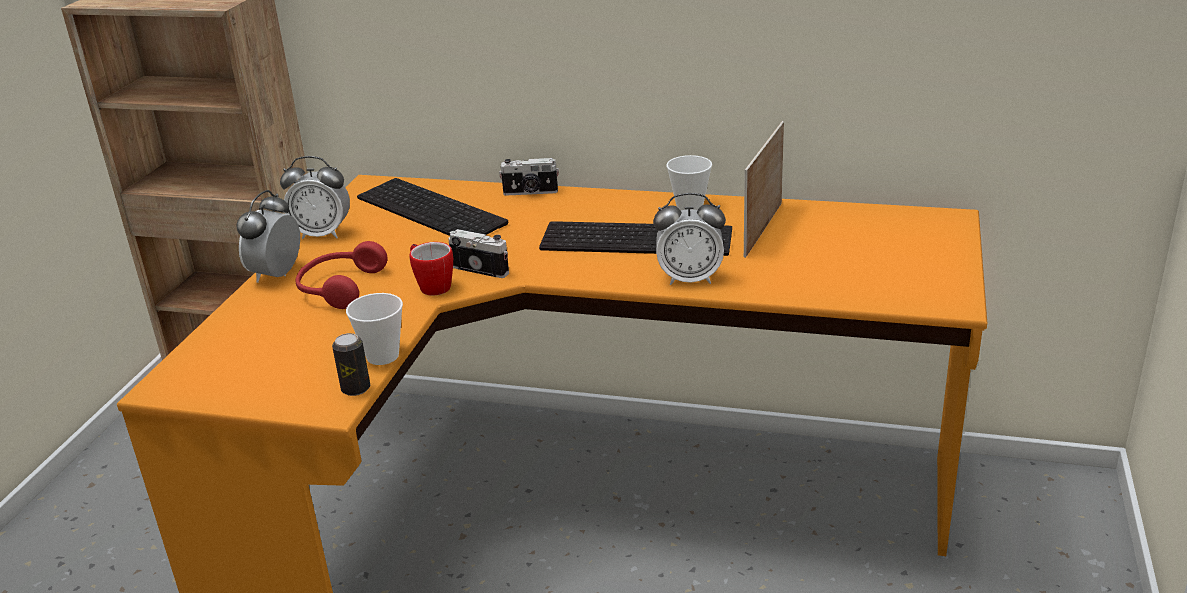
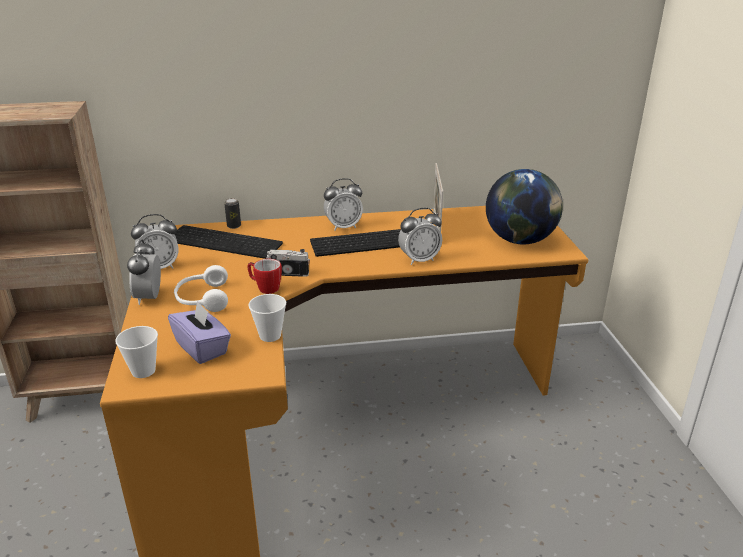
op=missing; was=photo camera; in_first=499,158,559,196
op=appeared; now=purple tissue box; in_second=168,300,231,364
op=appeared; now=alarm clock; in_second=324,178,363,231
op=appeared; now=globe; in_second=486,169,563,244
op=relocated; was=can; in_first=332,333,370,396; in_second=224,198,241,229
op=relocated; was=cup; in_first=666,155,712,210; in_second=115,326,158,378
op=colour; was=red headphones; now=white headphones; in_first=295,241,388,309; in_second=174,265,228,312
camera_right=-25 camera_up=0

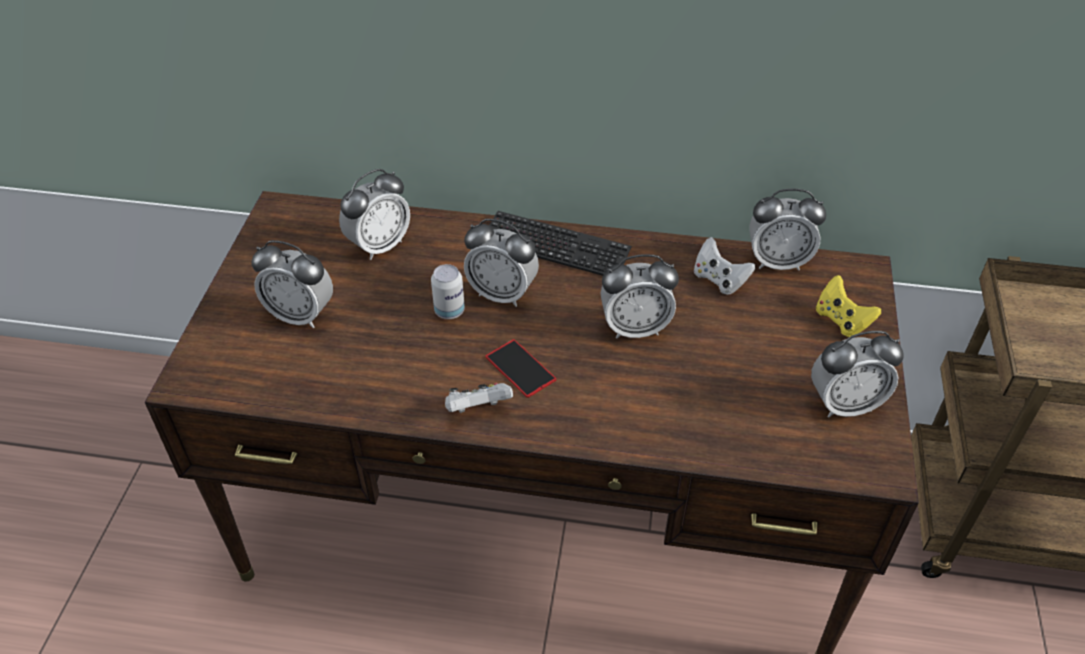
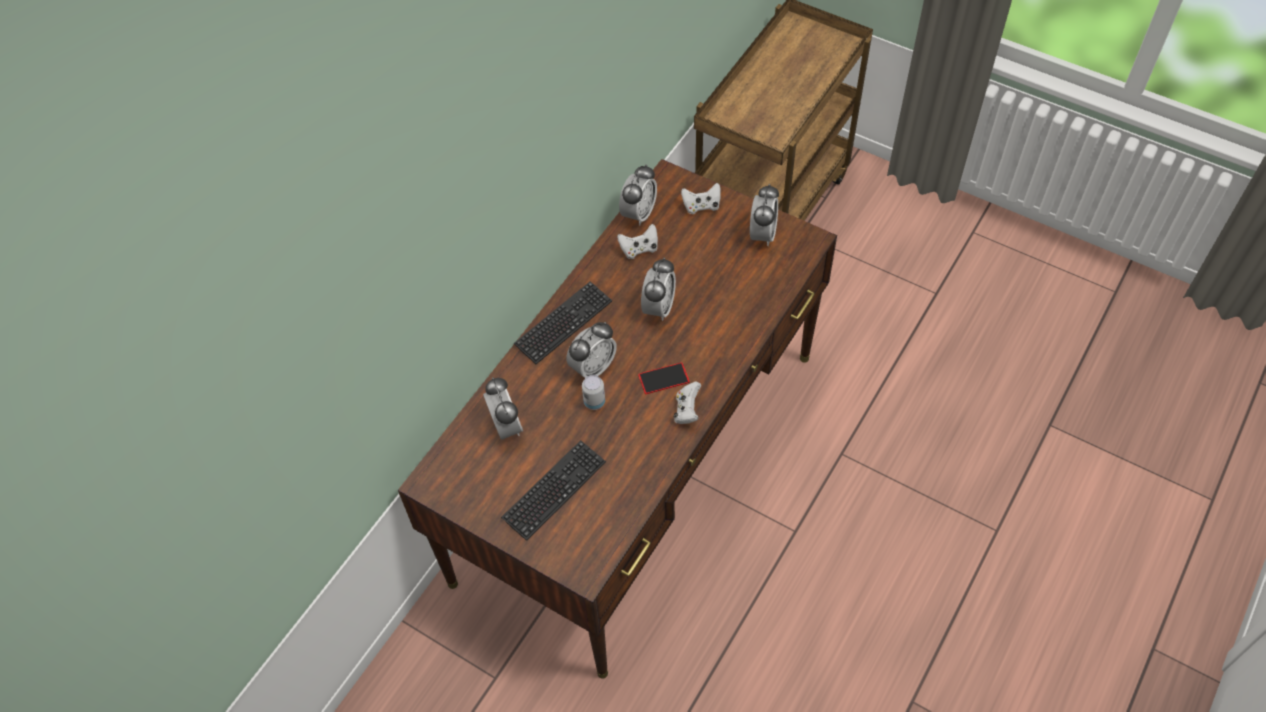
op=exchanged; was=alarm clock; now=keyboard; in_first=251,240,333,328; in_second=501,440,606,541
op=colour; was=yellow game controller; now=white game controller; in_first=816,275,881,337; in_second=681,183,721,214
camera_right=-65 camera_up=10

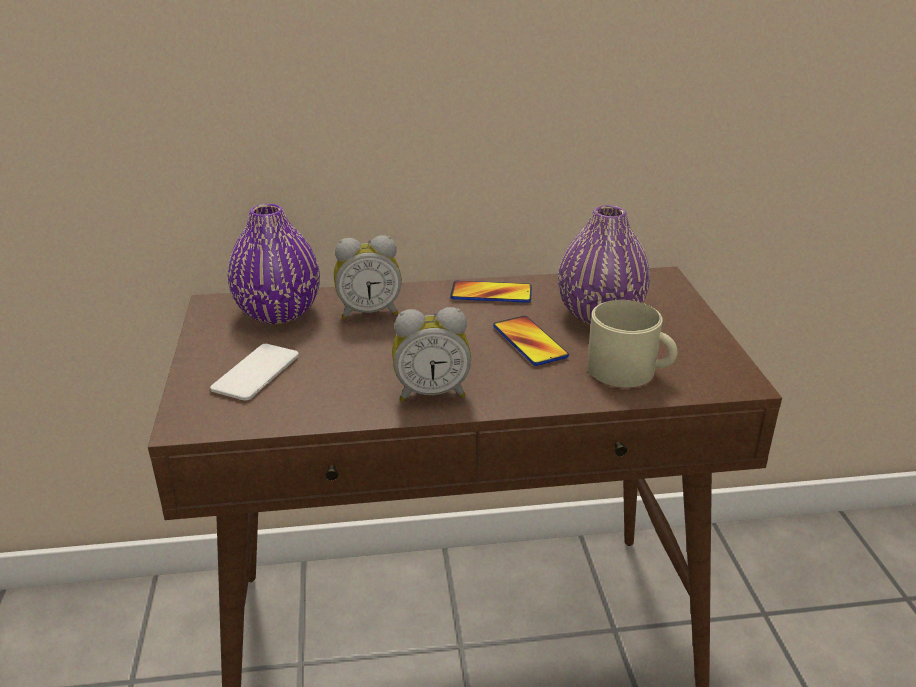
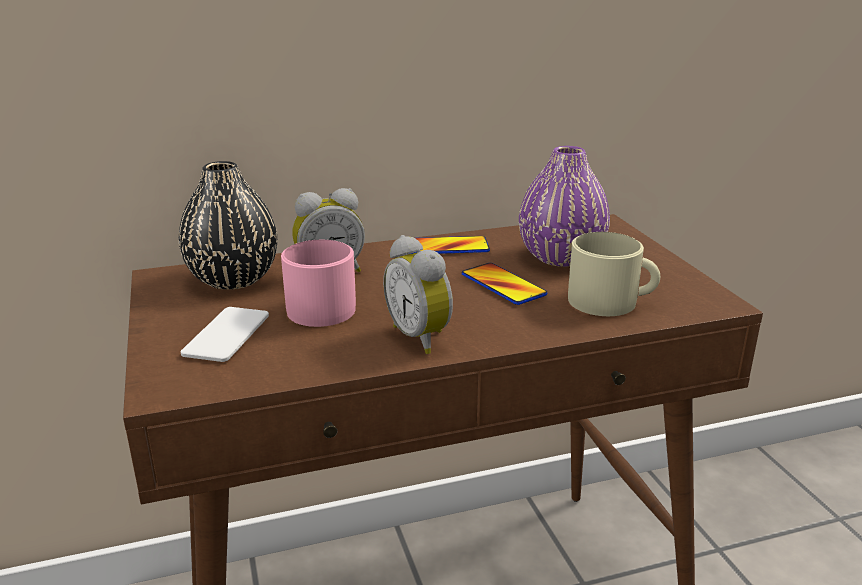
op=appeared; now=pink mug; in_second=281,240,356,327
op=colour; was=purple vase; now=black vase; in_first=228,204,320,324; in_second=179,161,277,290
op=spun; was=alarm clock; in_first=392,307,471,402; in_second=383,235,453,354; clockwise=75
camera_right=-10 camera_up=-5

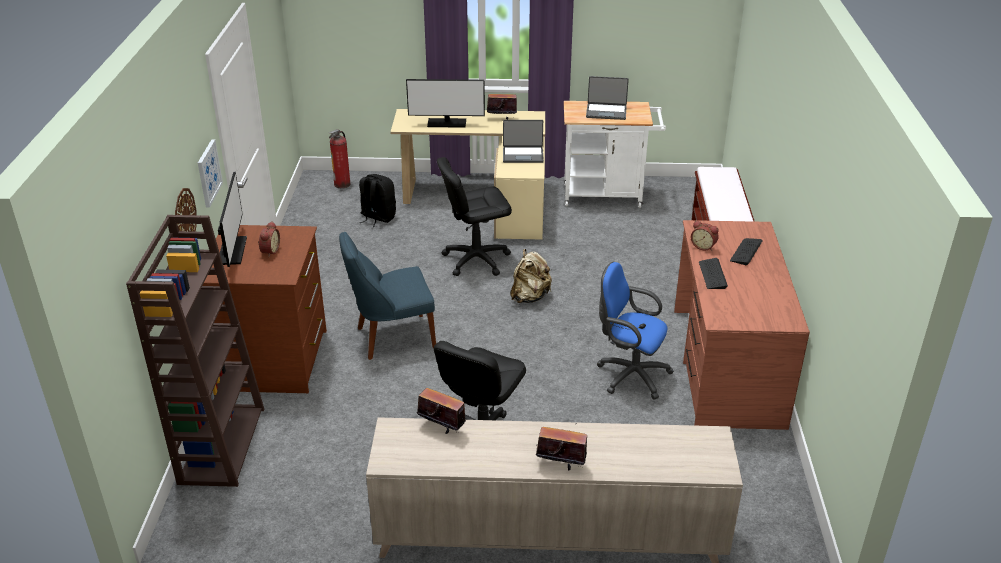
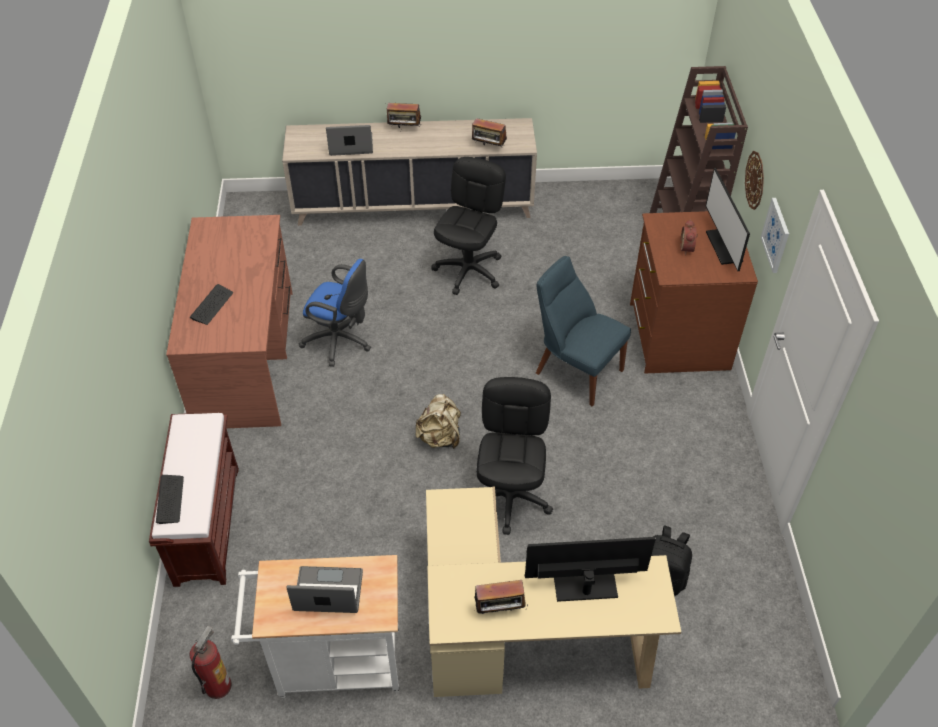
op=missing; was=alarm clock; in_first=691,221,719,251
op=relocated; was=fire extinguisher; in_first=329,129,351,188; in_second=190,626,232,699
op=relocated; was=laptop; in_first=503,120,544,163; in_second=326,125,373,156
op=relocated; was=keyboard; in_first=699,258,728,289; in_second=156,475,184,524
op=spun; was=blue chair; in_first=339,232,436,360; in_second=536,256,631,407; clockwise=-120
op=spun; was=black office chair; in_first=437,157,512,276; in_second=476,377,553,535; clockwise=-60
camera_right=175 camera_up=15

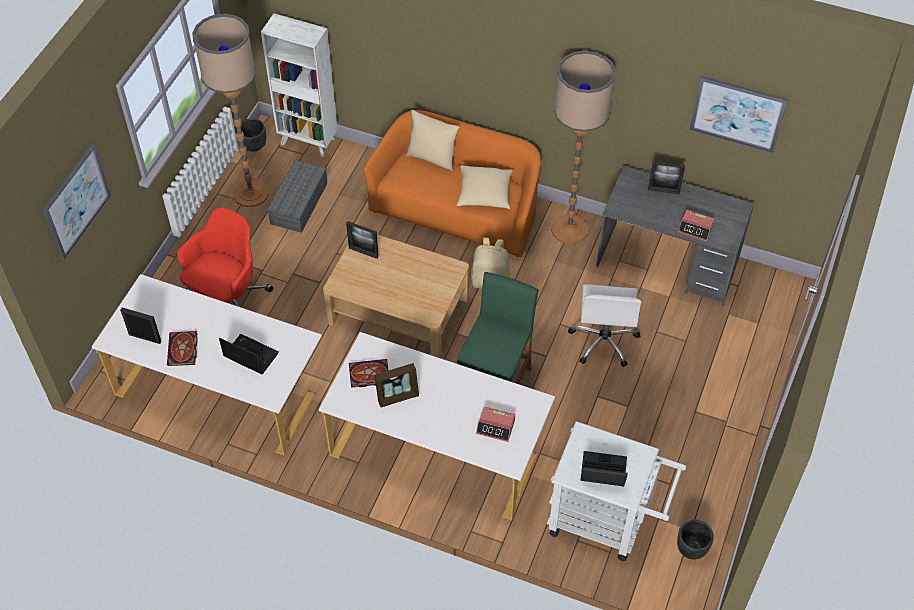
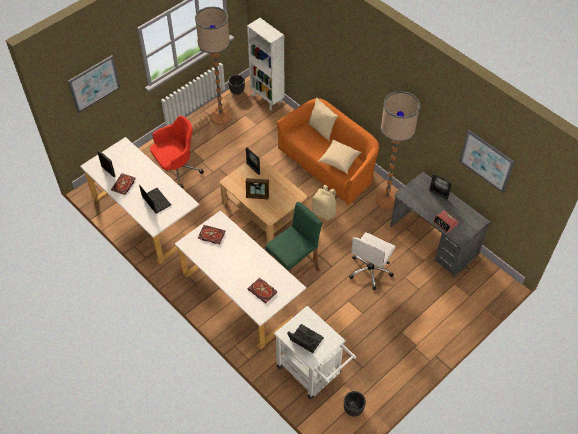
op=missing; was=grey storage box; in_first=267,160,327,233
op=relocated; was=picture frame; in_first=374,363,419,407; in_second=246,178,269,199
op=exchanged; was=alarm clock; now=book; in_first=476,407,515,442; in_second=248,278,277,304
camera_right=25 camera_up=0

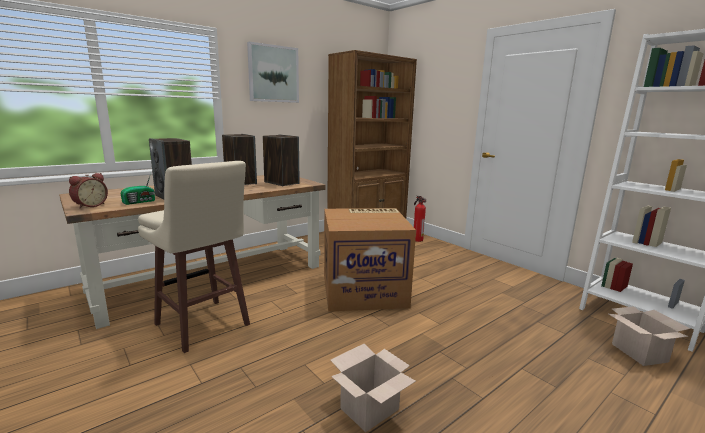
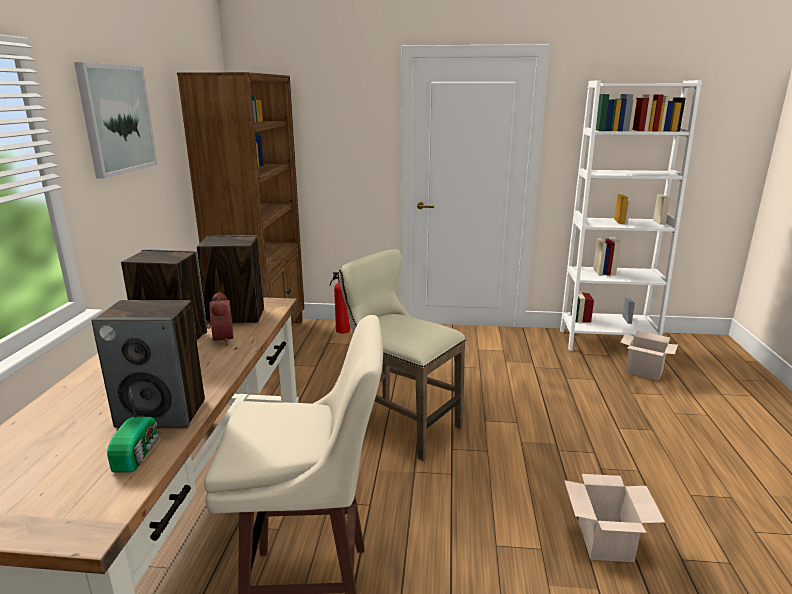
op=relocated; was=alarm clock; in_first=69,173,108,209; in_second=205,292,234,344
op=exchanged; was=cardboard box; now=beige stool; in_first=324,208,416,312; in_second=339,249,466,461
camera_right=-45 camera_up=5

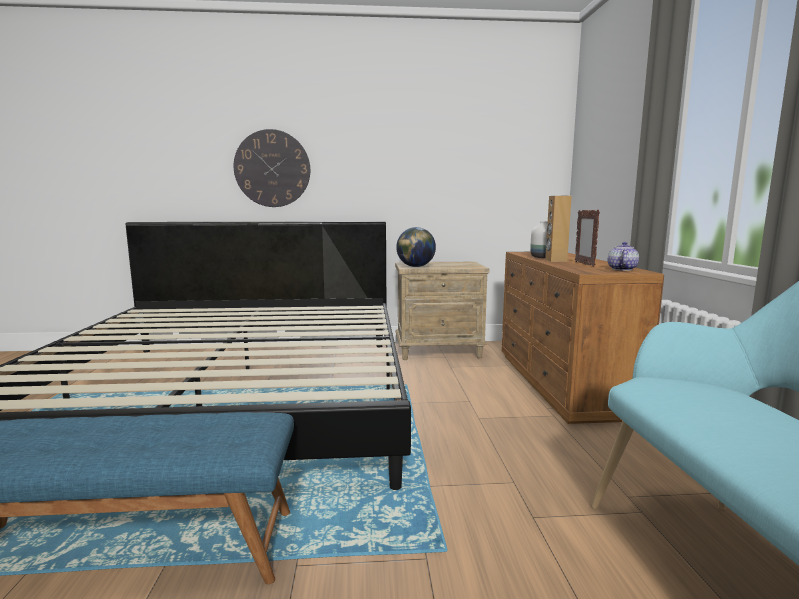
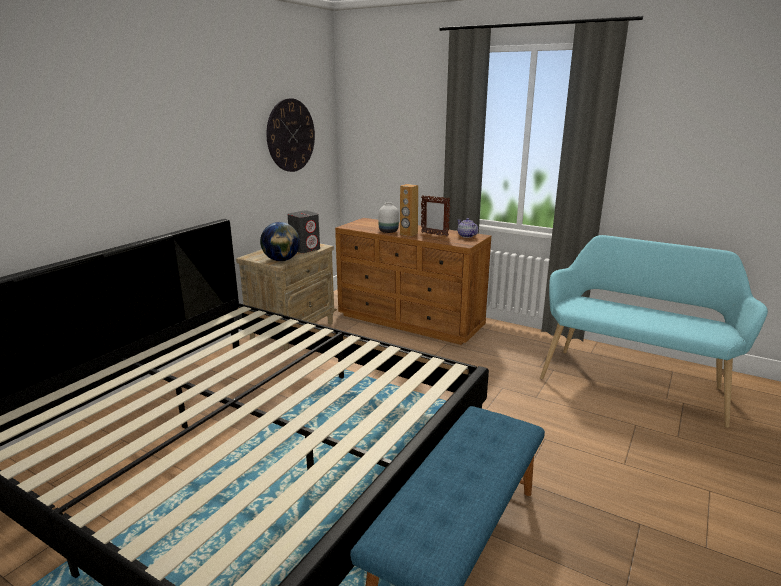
op=appeared; now=grey speaker; in_second=288,211,320,253
op=relocated; was=wall clock; in_first=234,129,310,207; in_second=266,98,315,172
camera_right=-55 camera_up=10

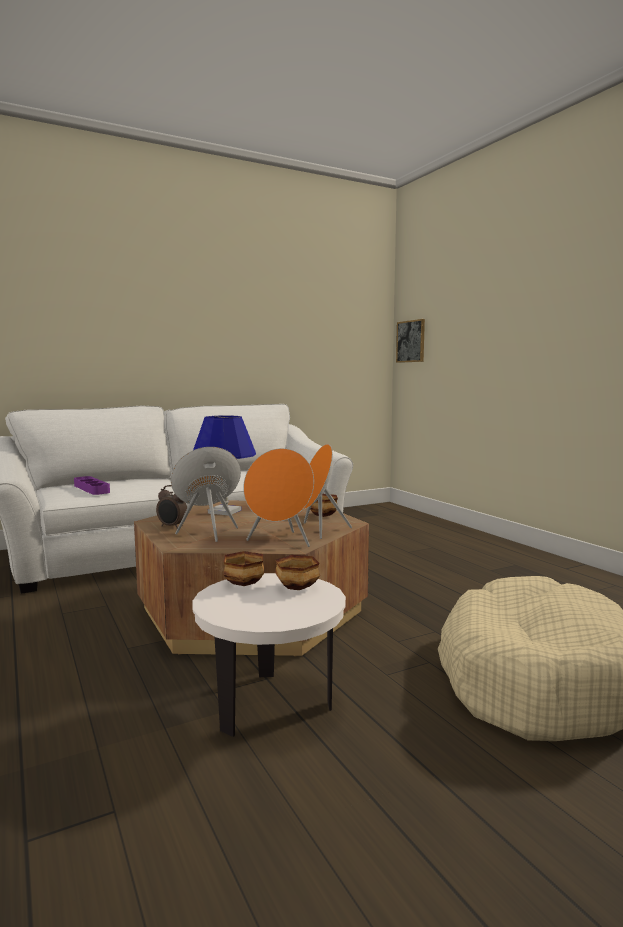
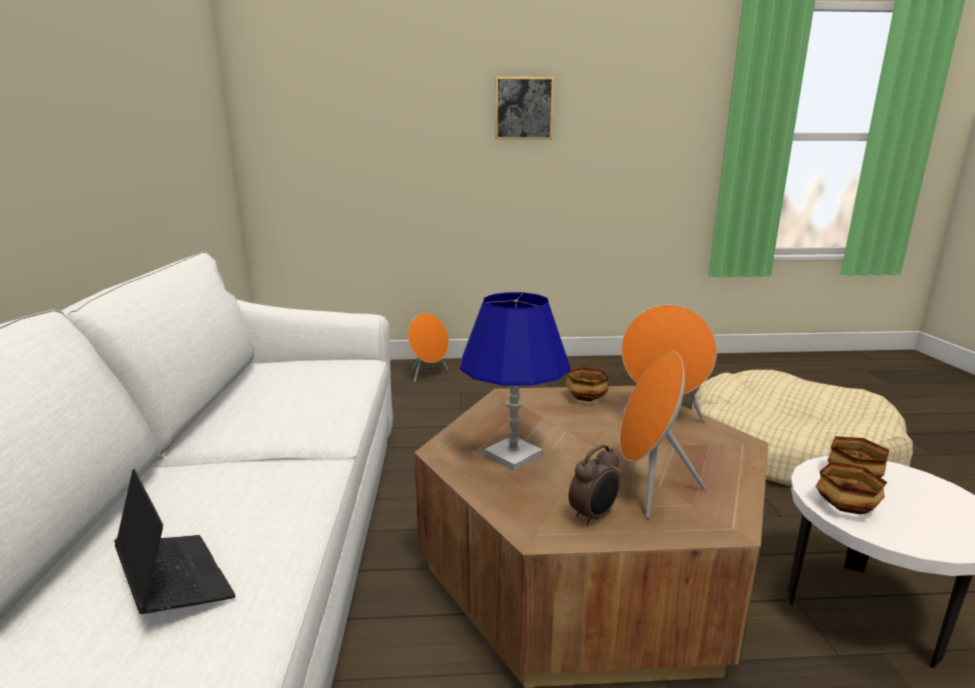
op=relocated; was=orange speaker; in_first=243,448,314,547; in_second=408,313,449,382
op=relocated; was=picture; in_first=396,319,425,363; in_second=495,77,554,139
op=exchanged; was=purple tray; now=laptop; in_first=74,476,110,495; in_second=114,469,235,614
camera_right=-65 camera_up=10

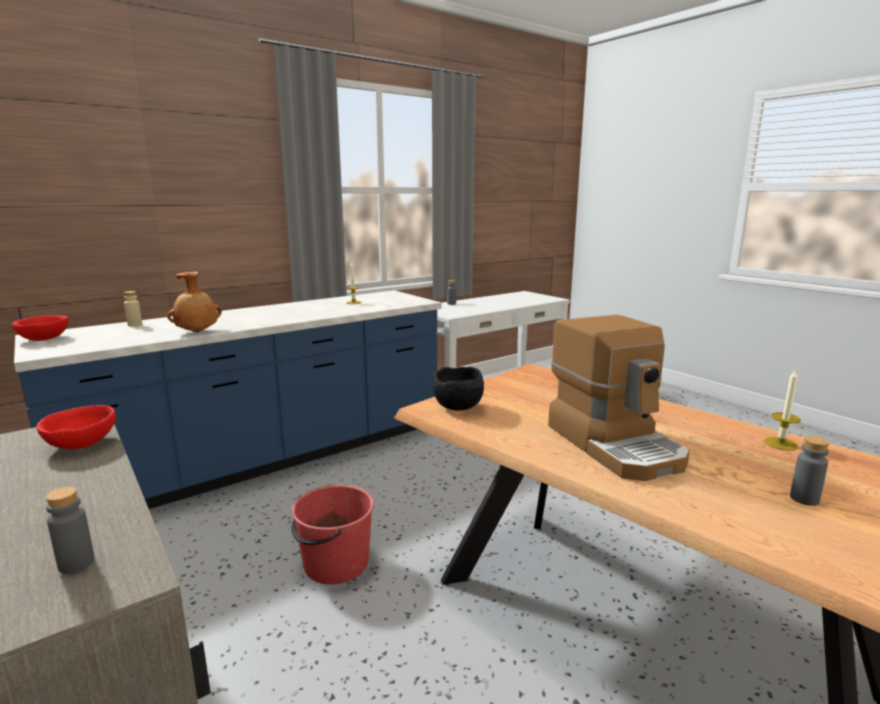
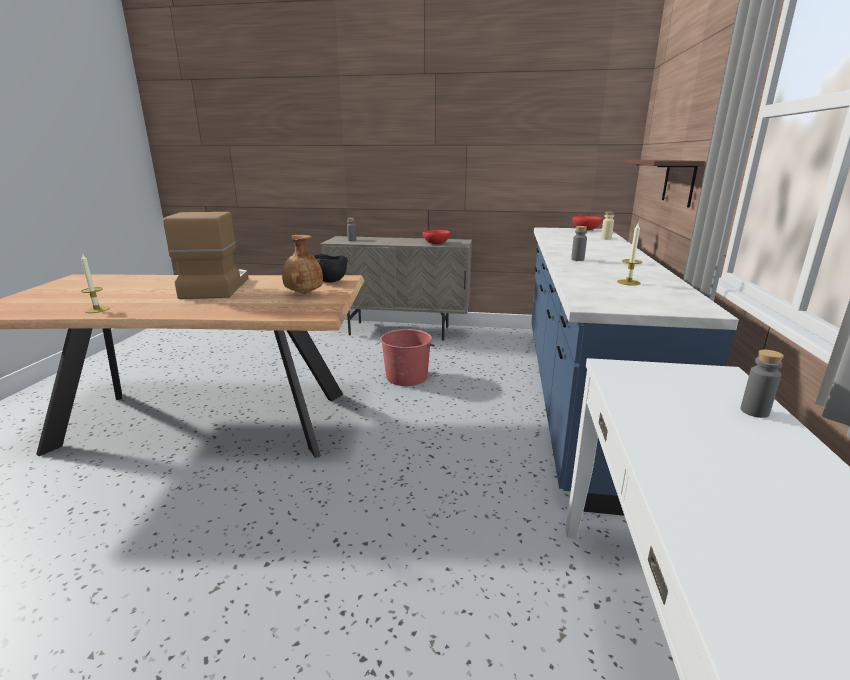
op=appeared; now=brown shelf; in_second=625,160,705,208
op=relocated; was=brown vase; in_first=167,272,222,332; in_second=282,235,323,294
op=relocated; was=grey bottle; in_first=790,436,829,506; in_second=571,226,587,261
op=spun; was=coffee machine; in_first=548,315,690,481; in_second=163,212,249,299; clockwise=60
camera_right=135 camera_up=5

